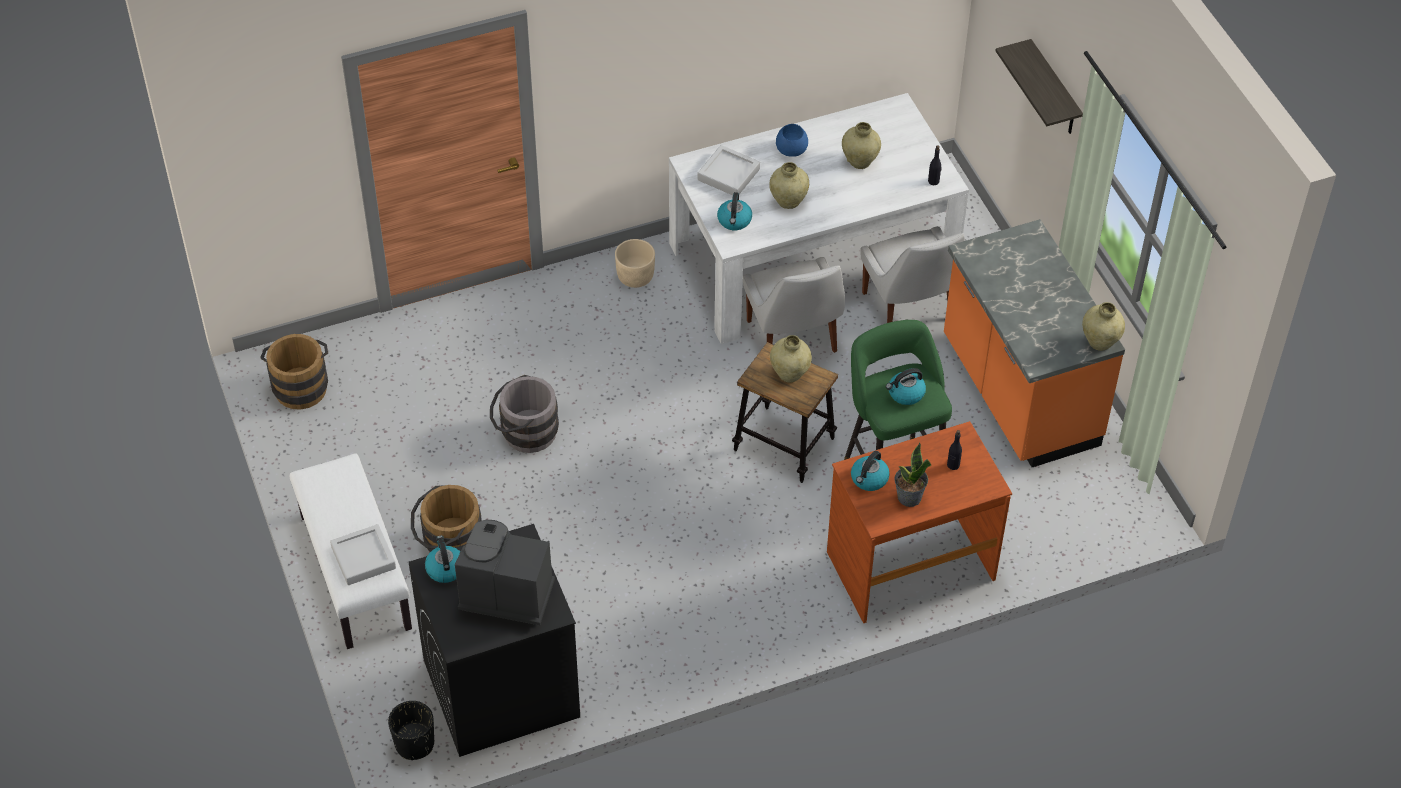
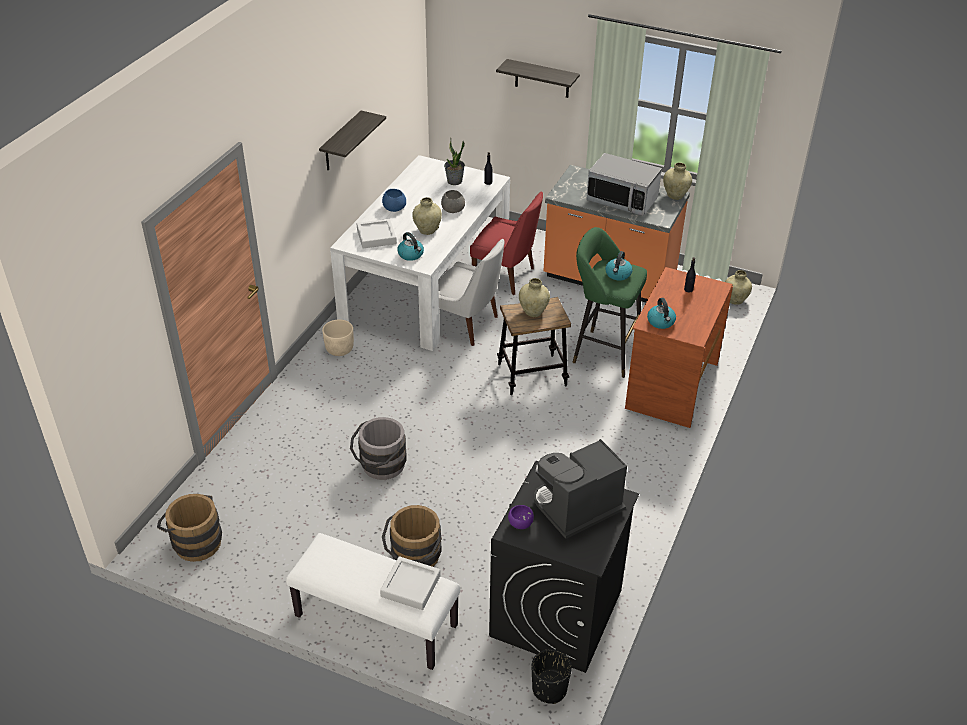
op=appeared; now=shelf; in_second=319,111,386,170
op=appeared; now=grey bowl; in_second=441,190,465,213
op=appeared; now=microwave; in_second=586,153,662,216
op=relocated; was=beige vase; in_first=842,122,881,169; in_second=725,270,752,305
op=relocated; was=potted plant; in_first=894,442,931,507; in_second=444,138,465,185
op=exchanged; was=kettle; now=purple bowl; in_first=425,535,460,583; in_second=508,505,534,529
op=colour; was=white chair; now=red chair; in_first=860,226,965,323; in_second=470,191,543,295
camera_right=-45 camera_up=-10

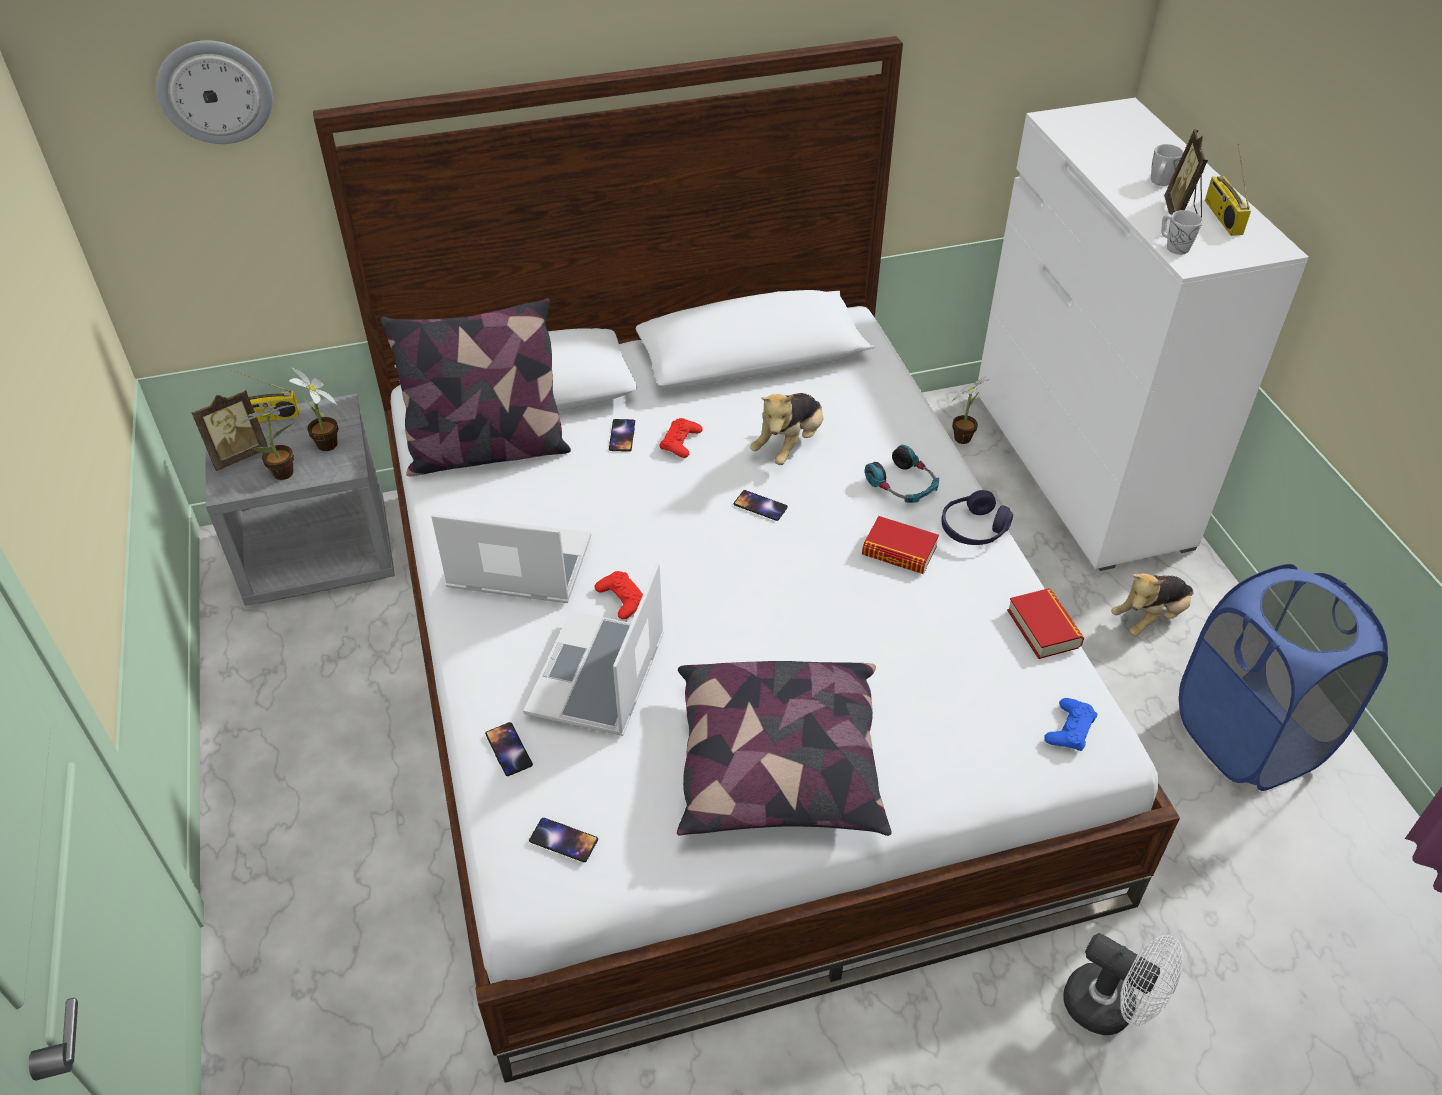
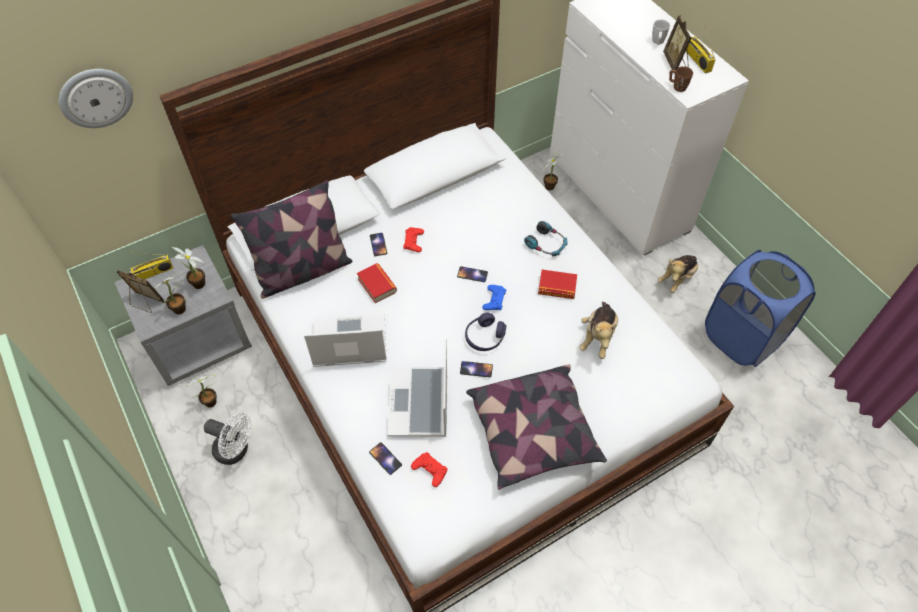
op=appeared; now=potted plant; in_second=185,375,217,408
op=relocated; was=phone; in_first=529,818,598,862; in_second=460,361,493,377
op=relocated; was=red game controller; in_first=595,571,643,620; in_second=411,452,448,487
op=relocated; was=plush toy; in_first=750,393,823,465; in_second=580,302,618,359
op=relocated; was=purple headphones; in_first=942,490,1013,545; in_second=465,313,506,351
op=relocated; was=book; in_first=1007,588,1084,659; in_second=357,263,397,303
op=relocated; was=blue game controller; in_first=1044,698,1098,751; in_second=482,285,506,310
op=relocated; was=white fan; in_first=1063,933,1183,1035; in_second=204,413,251,465
op=colour; was=white mug; now=brown mug; in_first=1161,210,1202,255; in_second=669,66,693,92
op=spun; was=picture frame; in_first=191,390,268,471; in_second=117,270,165,313; clockwise=-105
camera_right=-15 camera_up=10

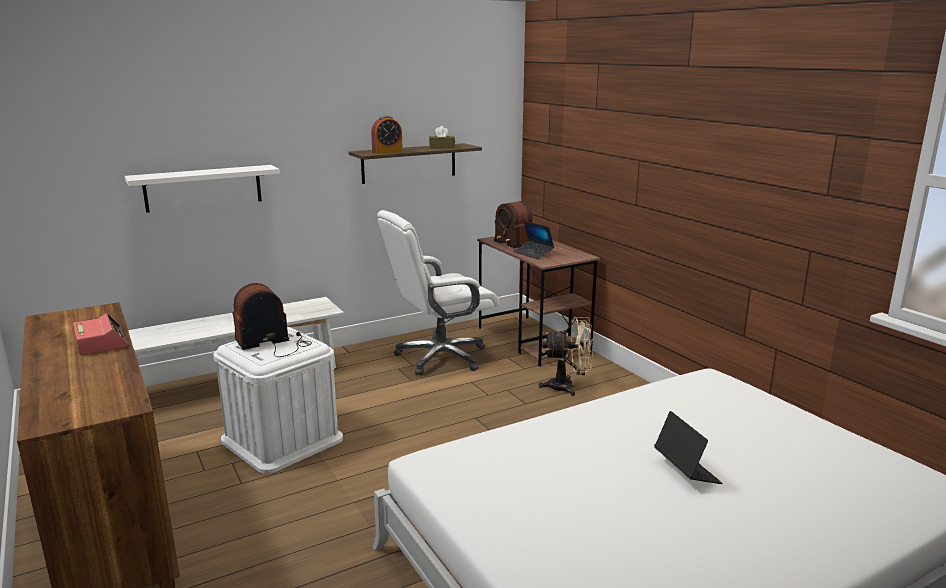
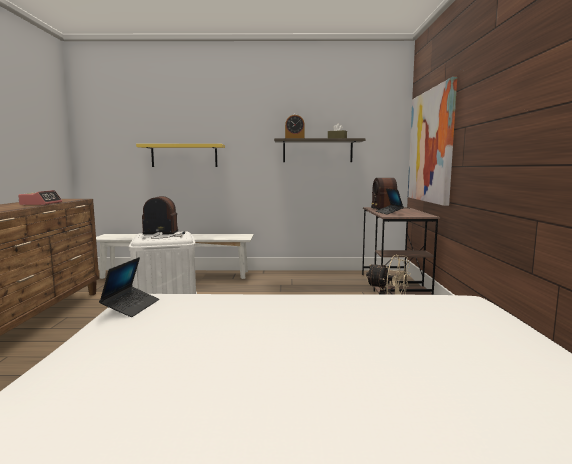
op=missing; was=white office chair; in_first=377,210,499,375
op=appeared; now=picture; in_second=408,77,457,206
op=relocated; was=laptop; in_first=654,411,722,484; in_second=99,257,159,317
op=colour; was=white shelf; now=yellow shelf; in_first=125,165,280,213; in_second=136,144,225,167
camera_right=30 camera_up=-10

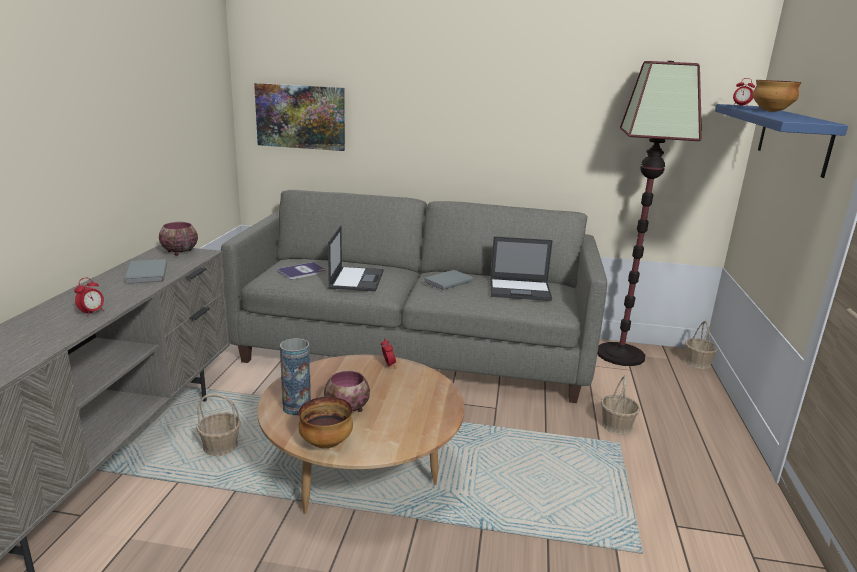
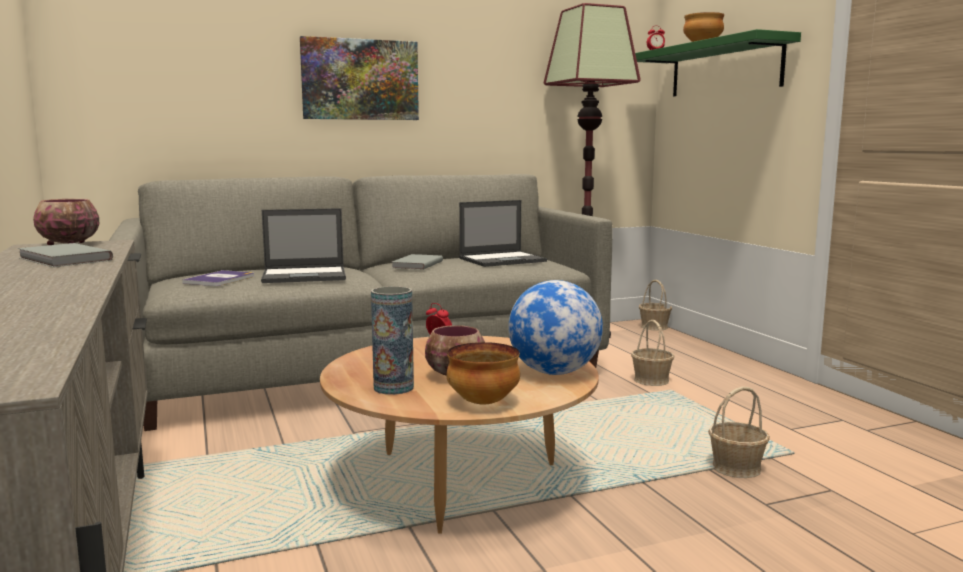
op=missing; was=alarm clock; in_first=74,278,104,317
op=appeared; now=globe; in_second=508,280,603,375
op=relocated; was=basket; in_first=196,393,241,456; in_second=708,386,770,478
op=relocated; was=picture; in_first=254,83,345,151; in_second=300,36,419,120
op=colour; was=blue shelf; now=green shelf; in_first=715,104,848,178; in_second=635,29,801,96
op=spun; was=laptop; in_first=328,226,384,291; in_second=261,208,346,283; clockwise=105
camera_right=-30 camera_up=-10

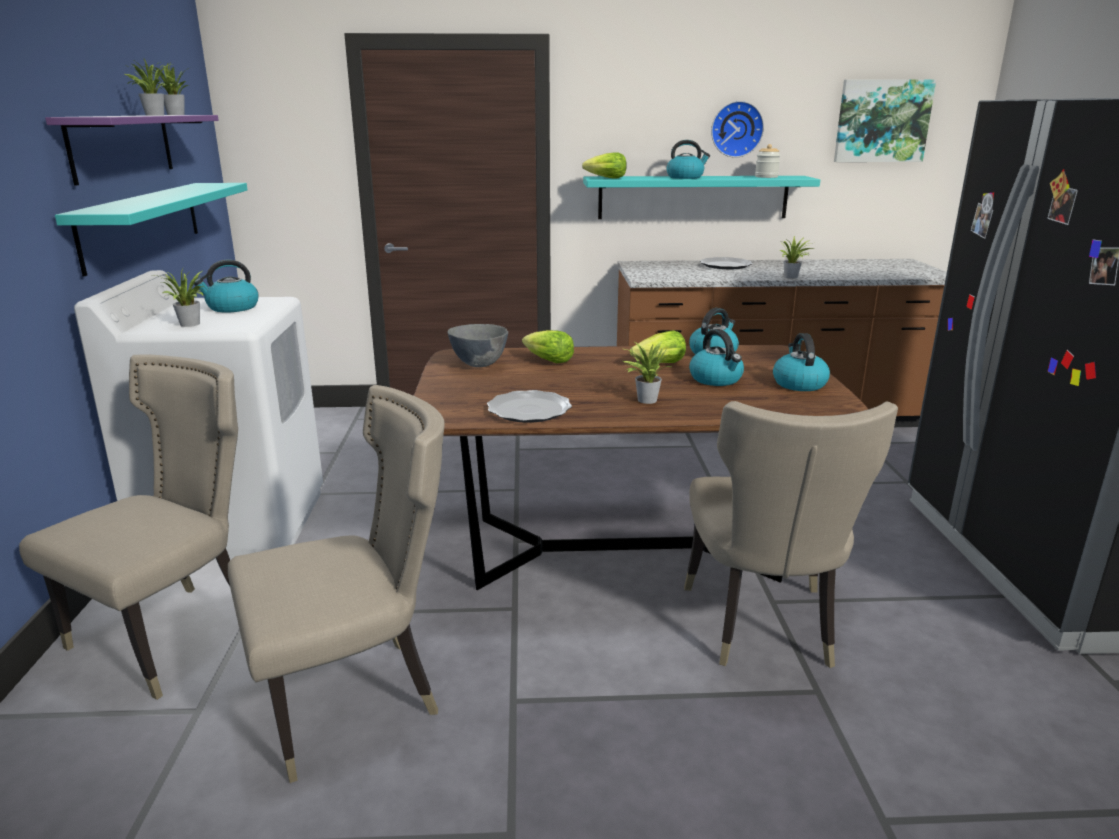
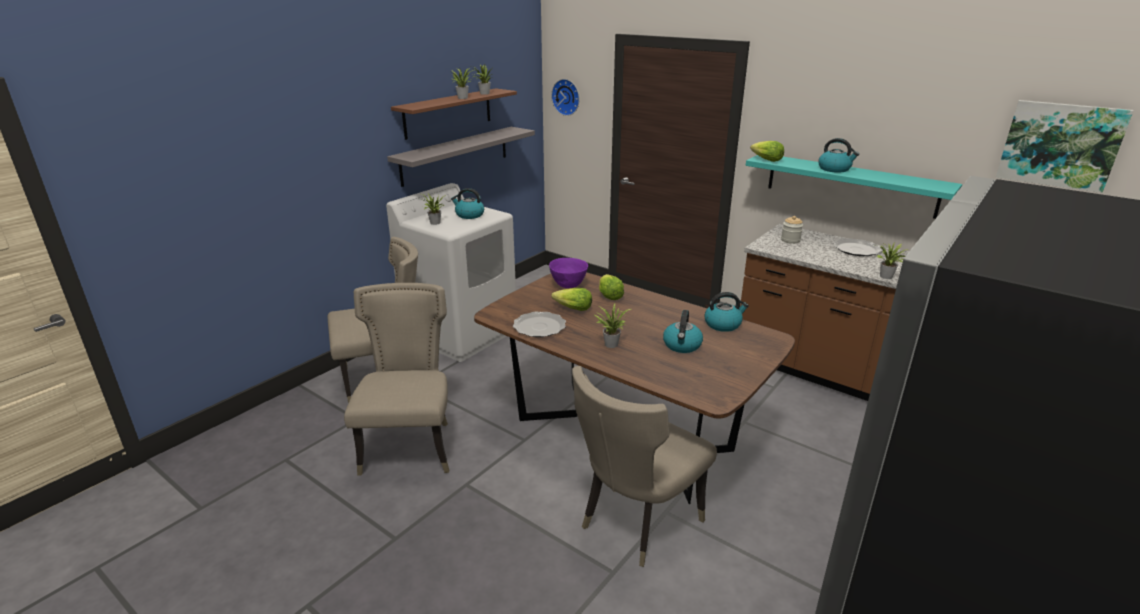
op=missing; was=kettle; in_first=773,333,830,391
op=relocated; was=lettuce; in_first=630,330,686,363; in_second=551,288,592,311
op=relocated; was=wall clock; in_first=711,101,764,158; in_second=551,79,580,116
op=relocated; was=jar; in_first=755,144,781,178; in_second=781,216,803,244
op=colour; was=purple shelf; now=brown shelf; in_first=45,115,219,186; in_second=391,88,517,140
op=colour; was=turquoise shelf; now=grey shelf; in_first=55,183,248,276; in_second=387,127,535,187
op=colour; was=grey bowl; now=purple bowl; in_first=448,324,508,367; in_second=549,258,588,288
op=spun; was=beige chair; in_first=228,385,445,783; in_second=344,283,449,476; clockwise=-105
camera_right=40 camera_up=5

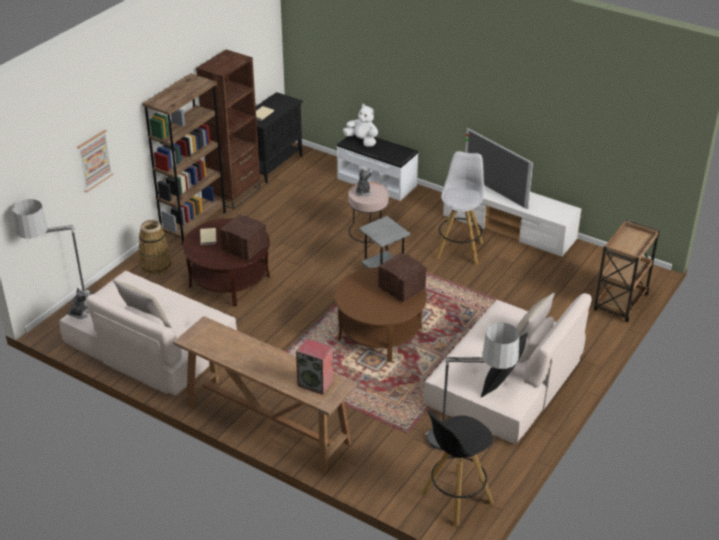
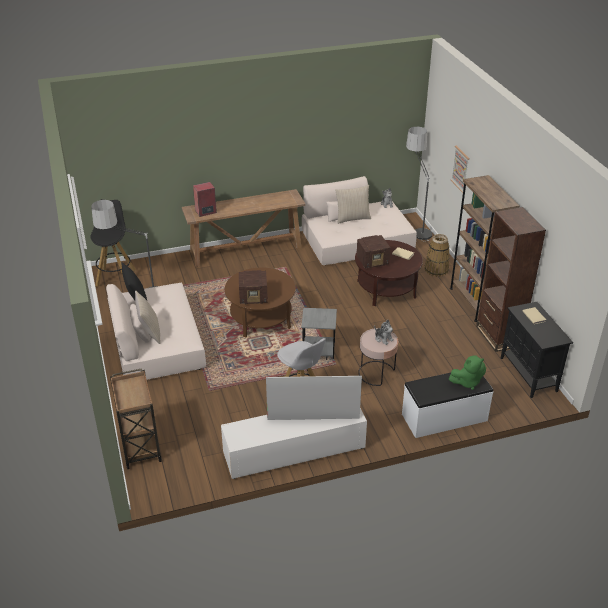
op=colour; was=white plush toy; now=green plush toy; in_first=343,104,378,147; in_second=449,355,486,390
camera_right=130 camera_up=0

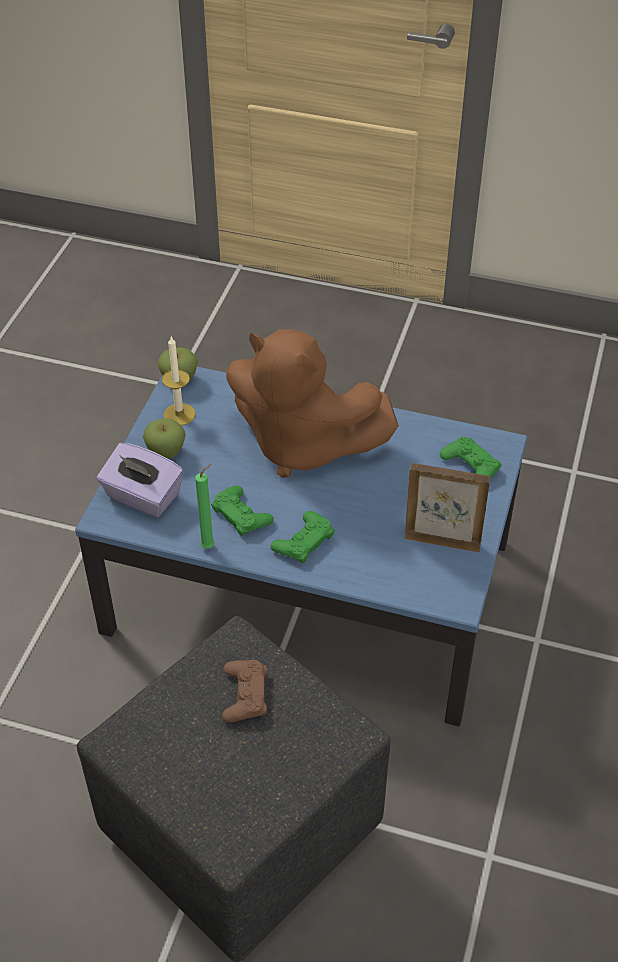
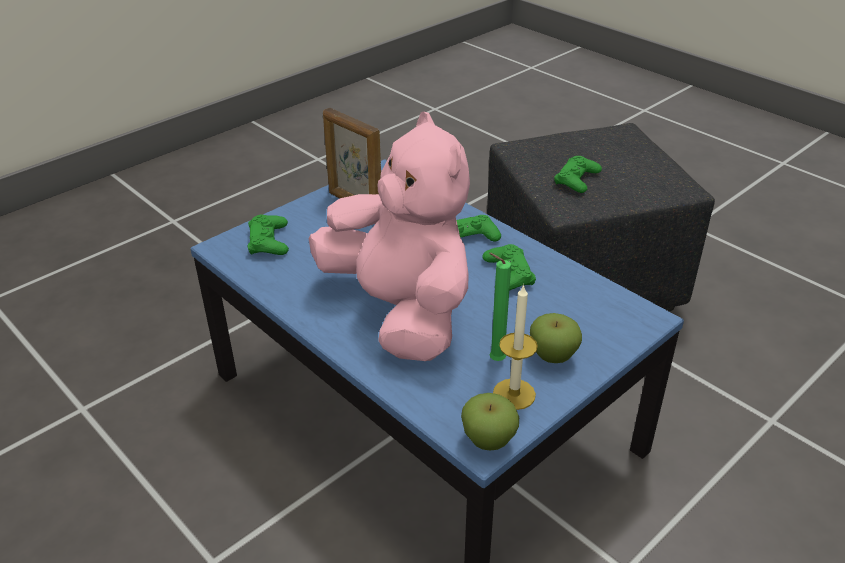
op=missing; was=purple tissue box; in_first=97,443,184,517
op=relocated; was=green candle; in_first=195,464,215,549; in_second=489,253,511,361
op=colour; was=brown game controller; now=green game controller; in_first=222,660,267,723; in_second=554,156,602,193
op=colour; was=brown plush toy; now=pink plush toy; in_first=226,329,399,478; in_second=308,112,470,361
camera_right=-150 camera_up=-10

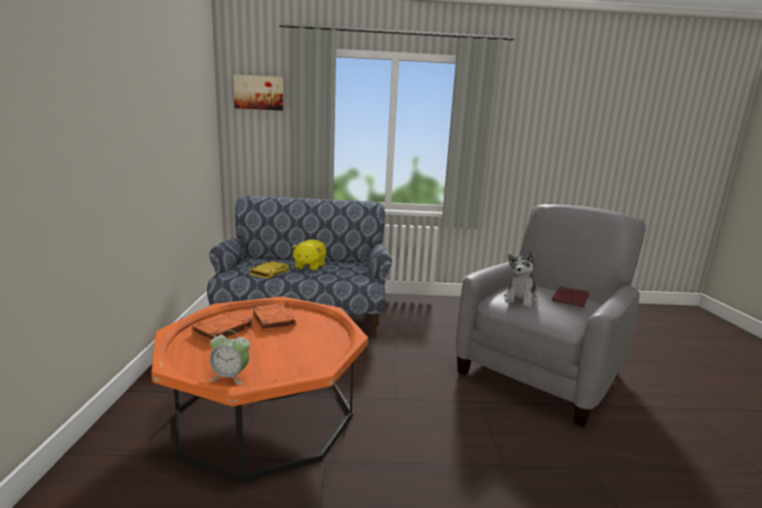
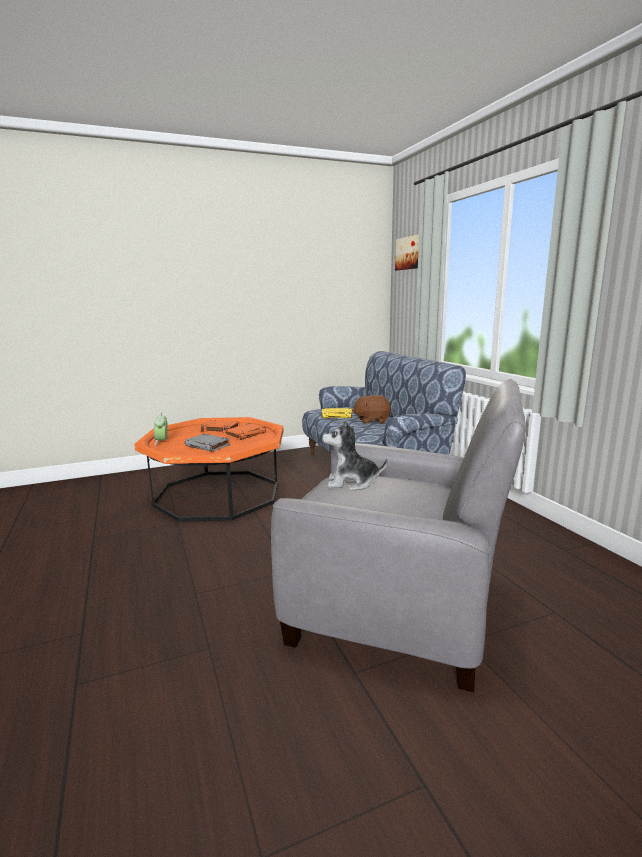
op=missing; was=red book; in_first=552,286,589,307
op=appeared; now=grey book; in_second=185,434,230,451
op=colour; was=yellow plush toy; now=brown plush toy; in_first=291,239,326,271; in_second=352,395,391,424
camera_right=70 camera_up=0

